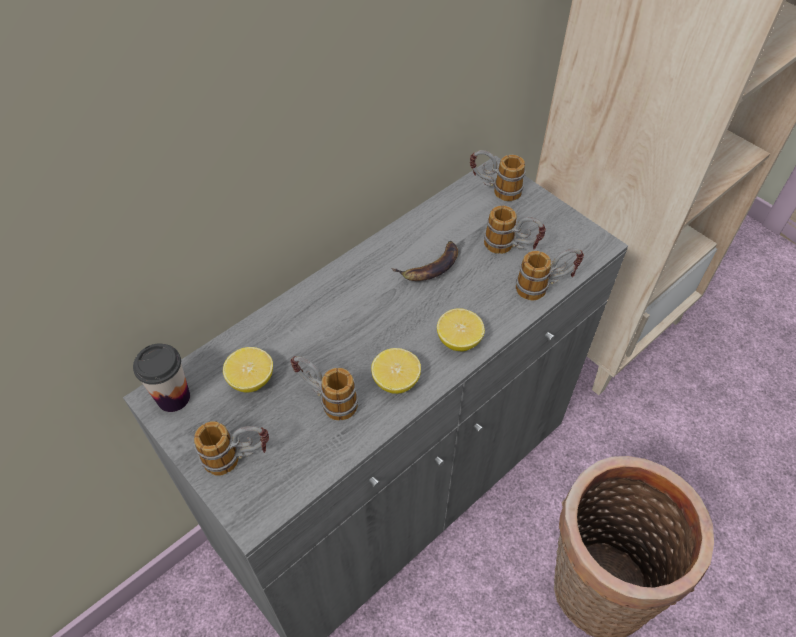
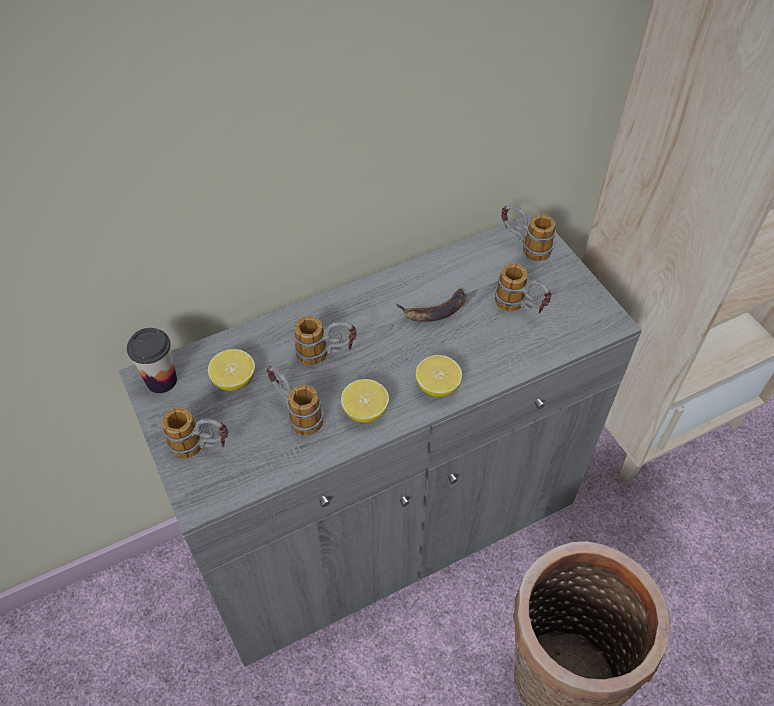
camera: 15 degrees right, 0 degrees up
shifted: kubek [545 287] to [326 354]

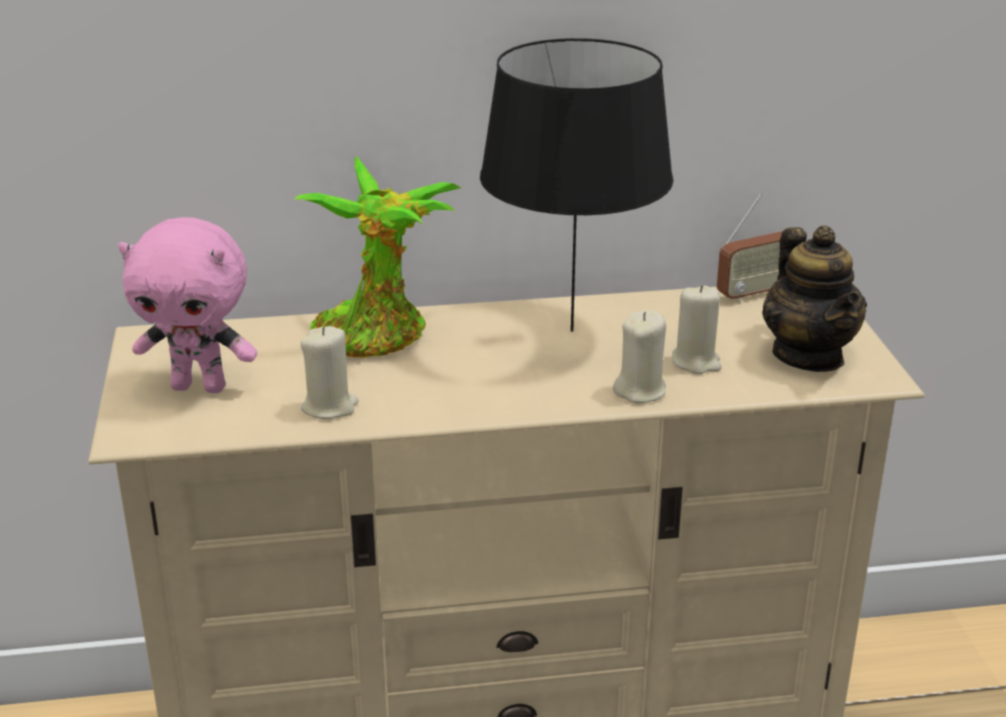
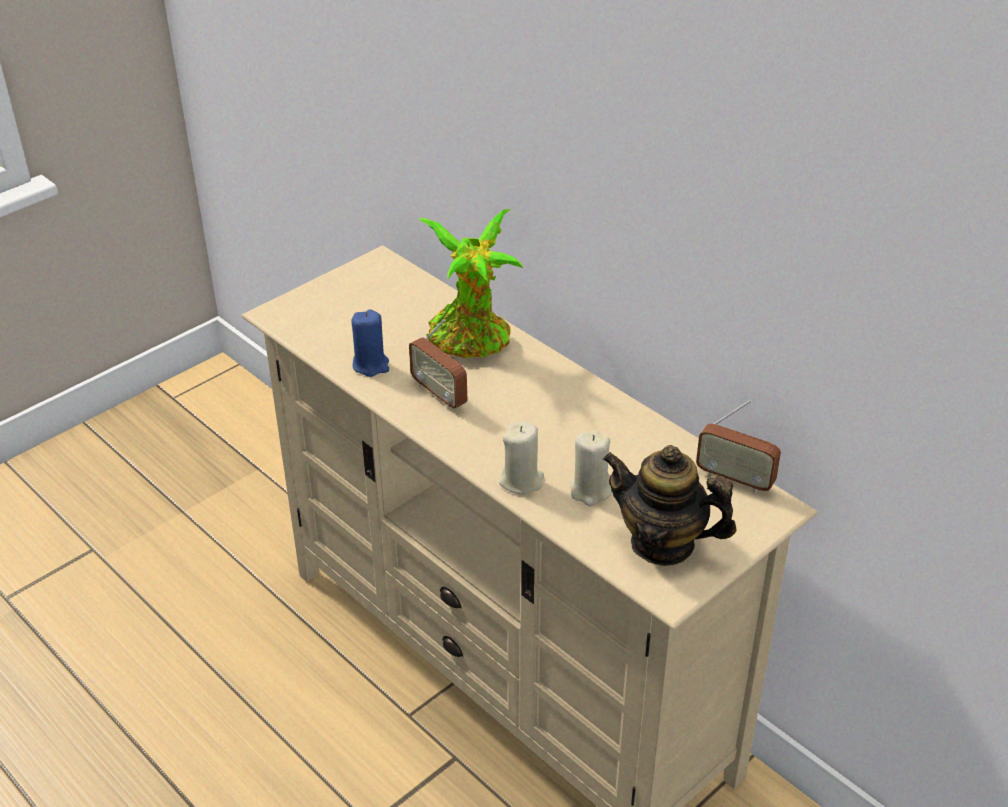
camera: 55 degrees right, 10 degrees up
gone: lampa stołowa/czarny [572 331]; pluszak/różowy [200 386]
new: radio [439 394]
repainted: świeca/beżowy [330 407] to świeca/niebieski [371 365]
rotated: imbryk [808 356] = [663 543] 75 degrees clockwise

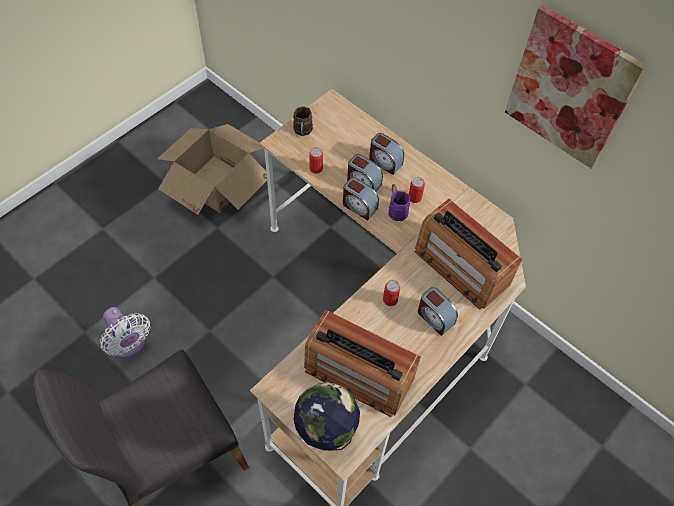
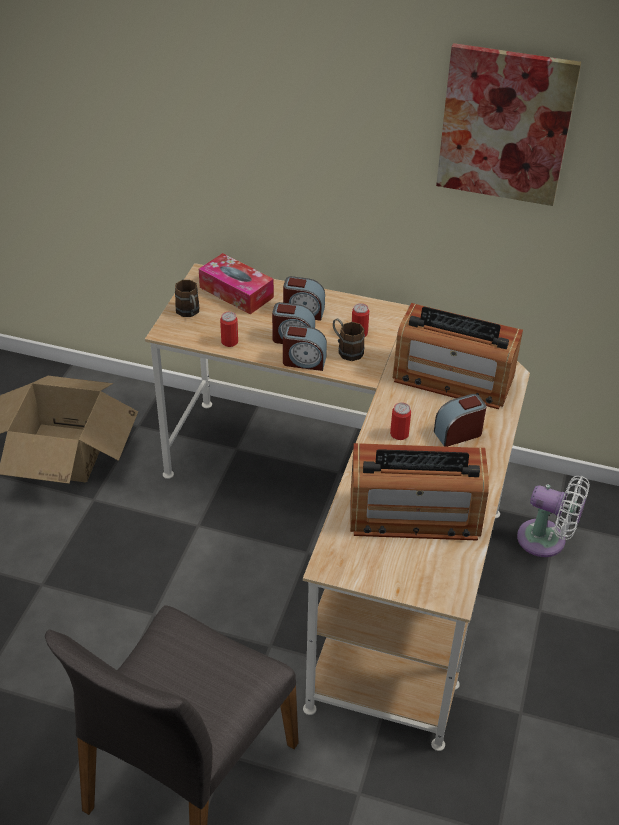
camera: 25 degrees left, 15 degrees down
gone: globus [325 432]
new: pudełko chusteczek [236 292]
shifted: wentylator/biały [129 344] to [546 540]
repainted: kubek/fioletowy [396 209] to kubek/brązowy [346 350]
rotated: budzik [435 318] = [458 433] 135 degrees clockwise

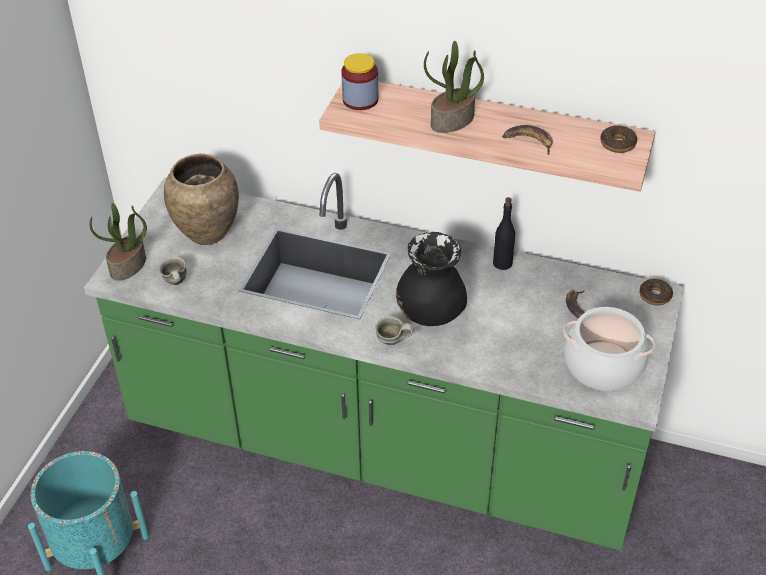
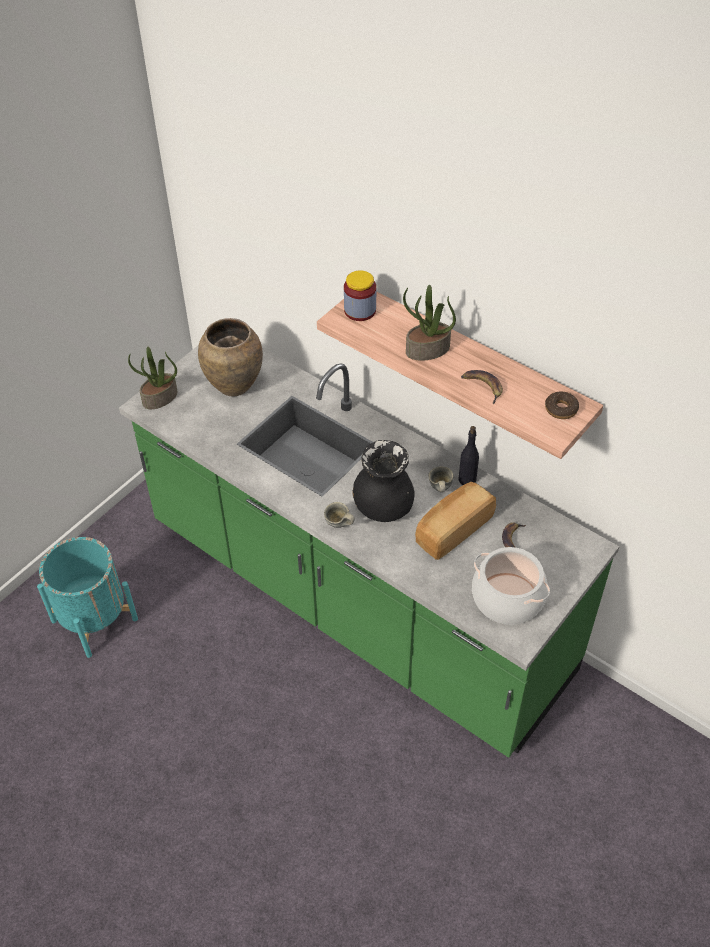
camera: 20 degrees right, 5 degrees up
gone: donut [655 296]
new: chleb [452 530]
shifted: kubek/szary [174 283] to [439 489]

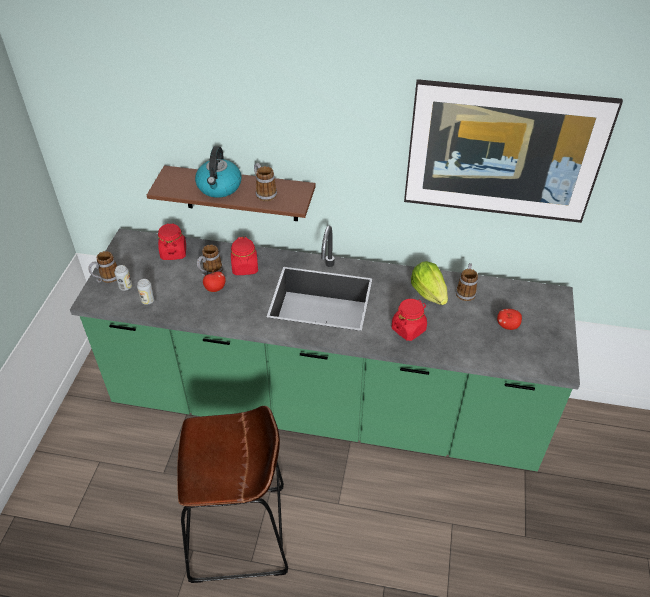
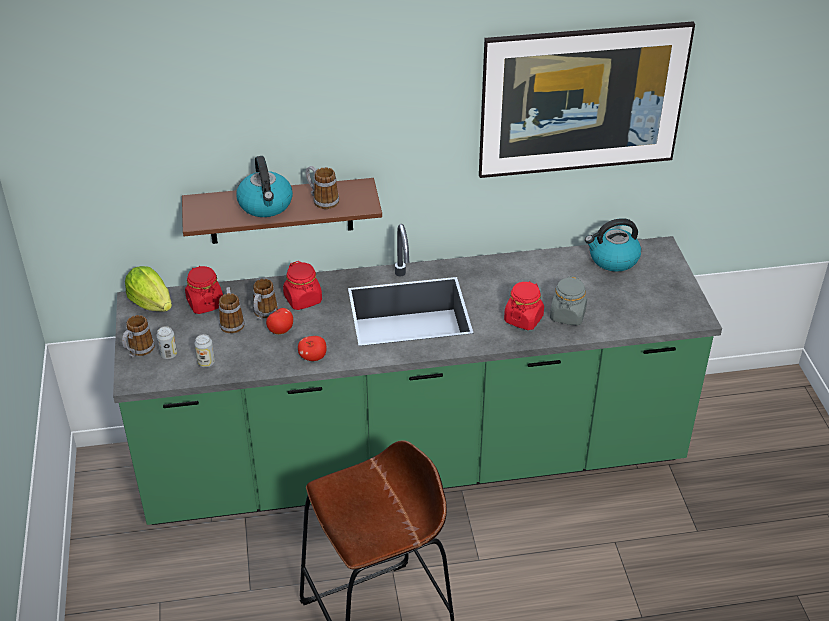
camera: 20 degrees left, 5 degrees down
new: czajnik [612 259]; słoik/szary [567 315]
shifted: sałata [429 293] to [151 303]; kubek [465 291] to [232 322]; jabłko [507 326] to [313 357]

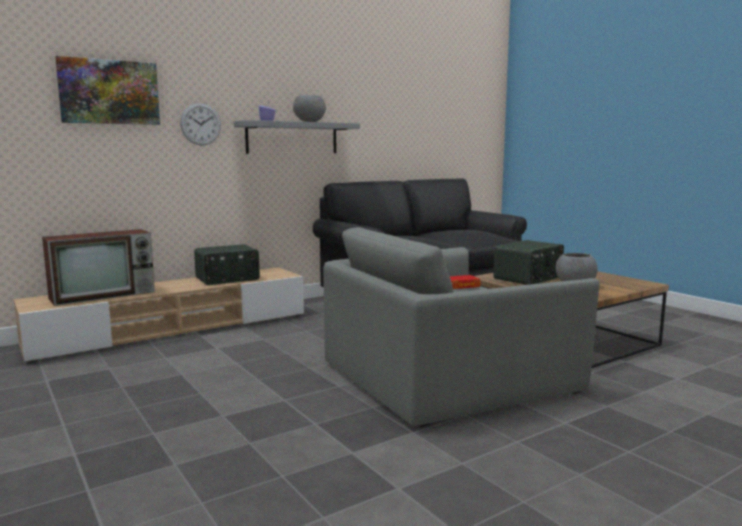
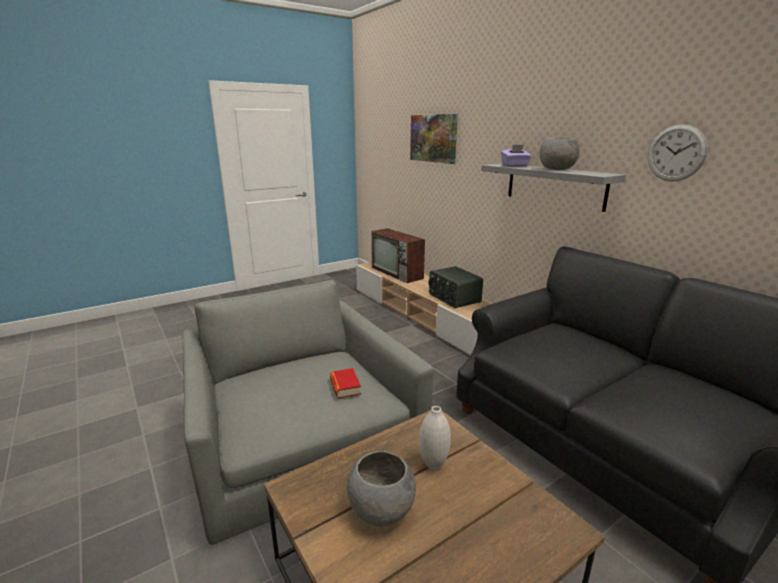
camera: 90 degrees right, 10 degrees up
shifted: zegar ścienny [200 124] to [676 153]
swapped: radio [529 278] to wazon/biały [433 464]

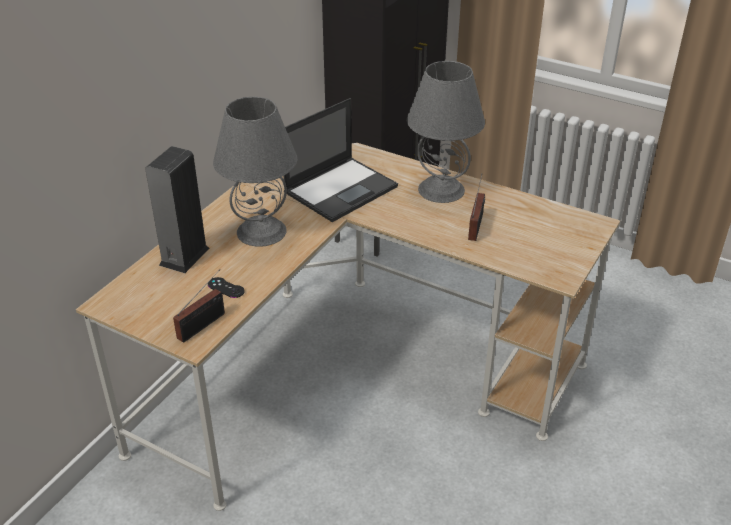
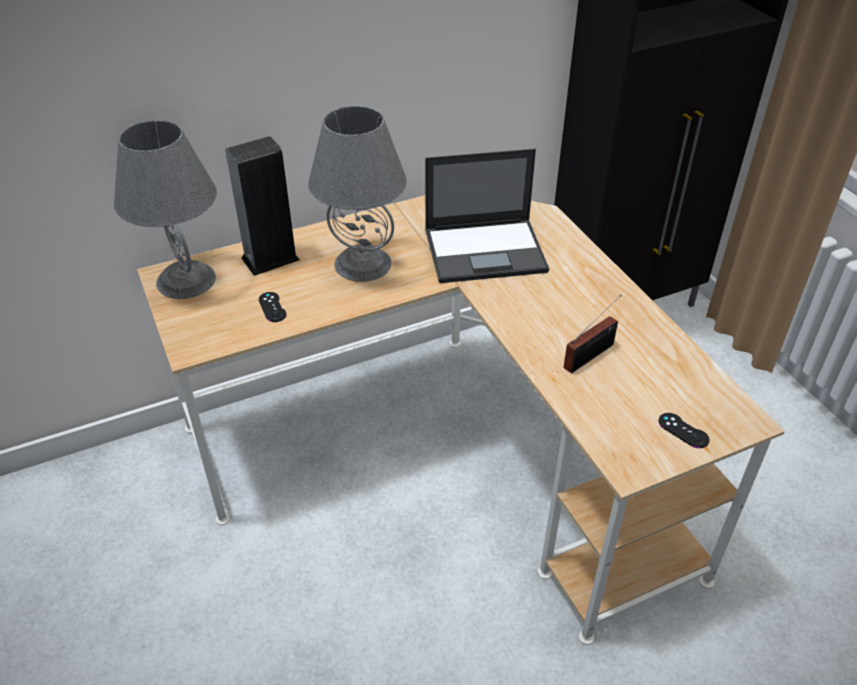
camera: 35 degrees right, 5 degrees up
gone: radio [204 324]
new: pad do gier/czarny [683 430]
shifted: lampa stołowa/szary [440 190] to [185 280]

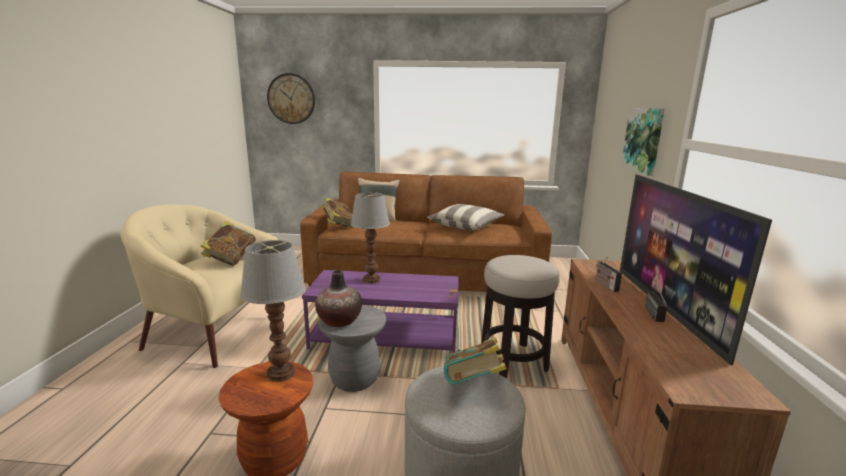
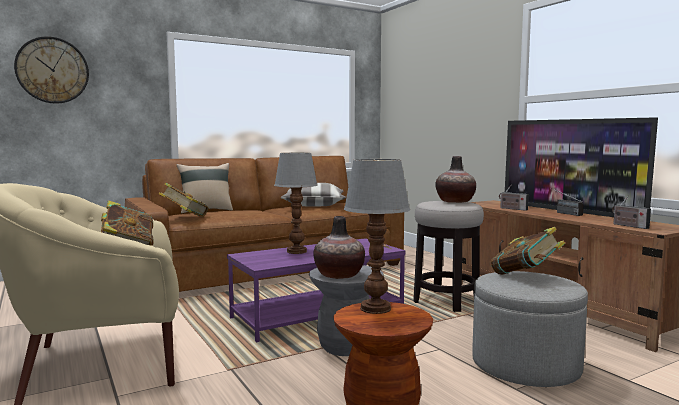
camera: 35 degrees left, 10 degrees down
gone: obraz [644 140]
new: wazon [455 201]; radio [628 226]

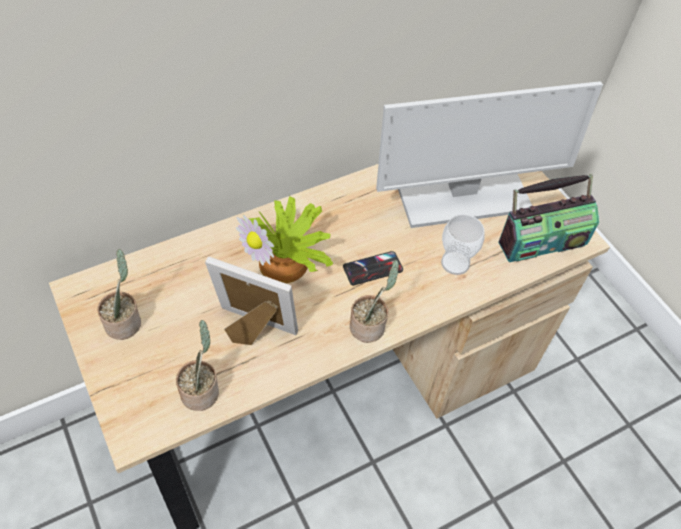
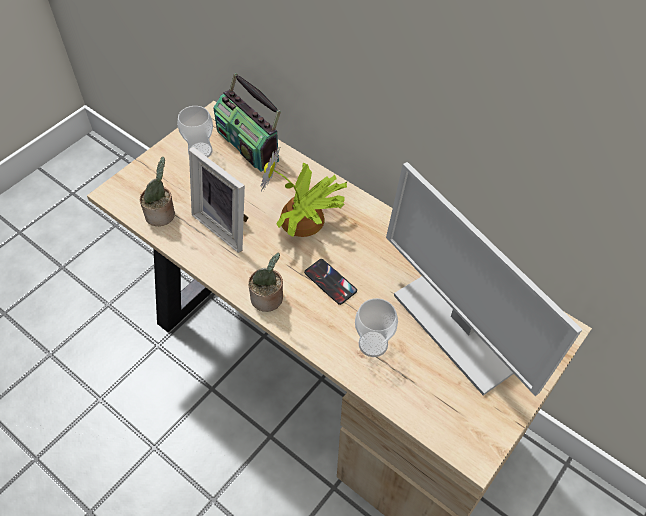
camera: 70 degrees right, 0 degrees up
shifted: radio [541 241] to [249 144]
swapped: roślina doniczkowa [125 322] to filiżanka [200 151]
rotated: ramka na zdjęcie [253 331] = [226 225] 135 degrees clockwise

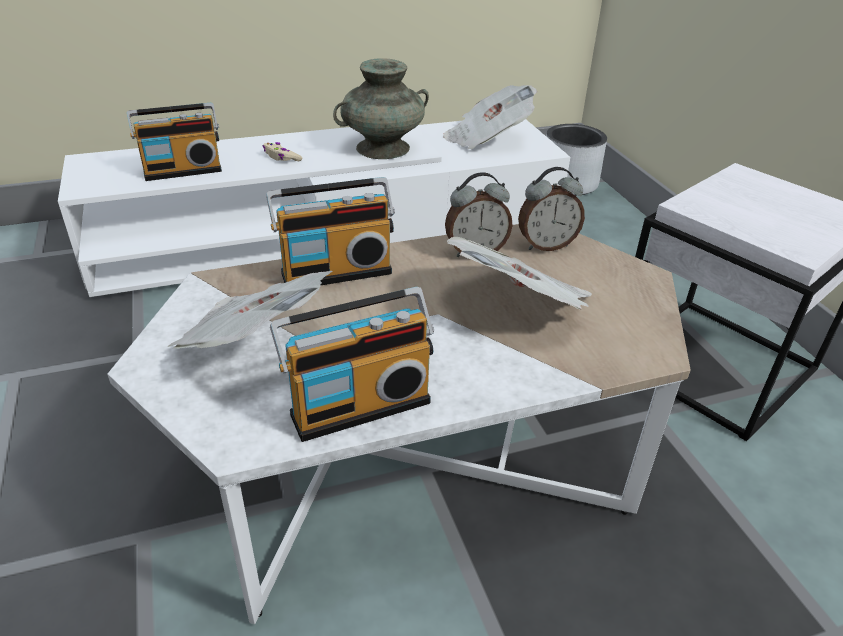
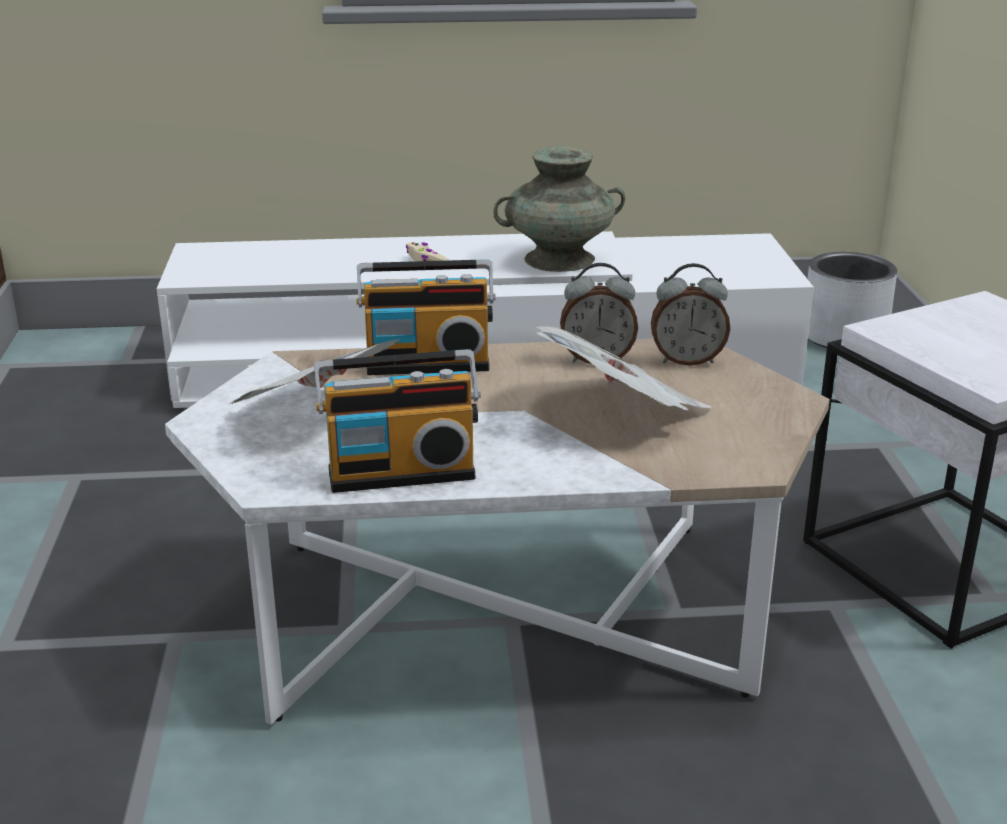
camera: 15 degrees right, 10 degrees down
gone: gazeta [487 139]; radio [183 170]

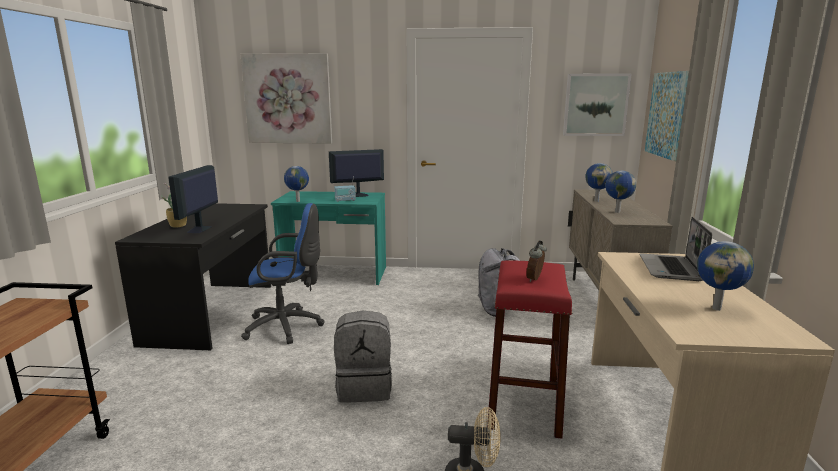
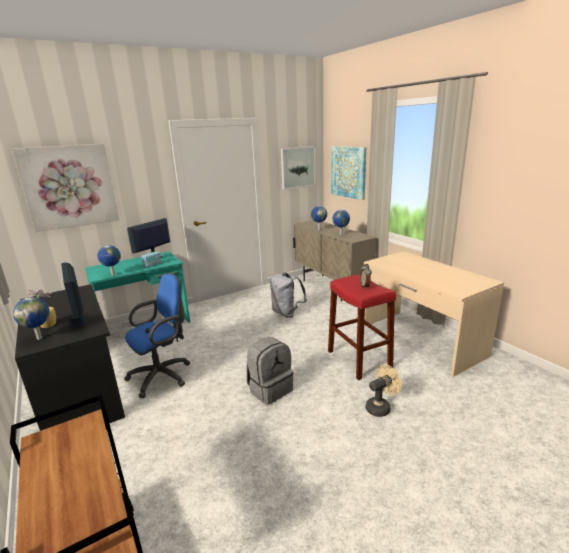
camera: 35 degrees left, 5 degrees up
gone: laptop [671 269]
shifted: globus [717 308] to [40 338]

